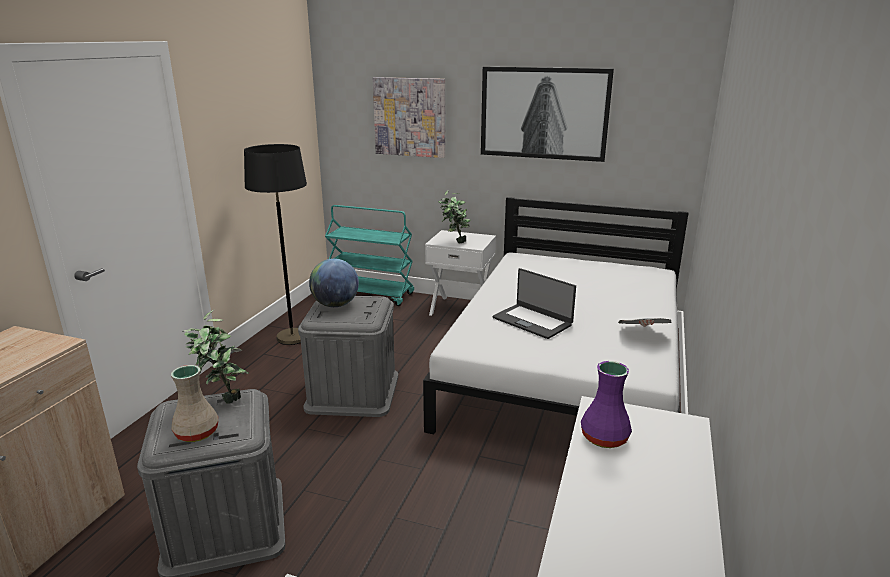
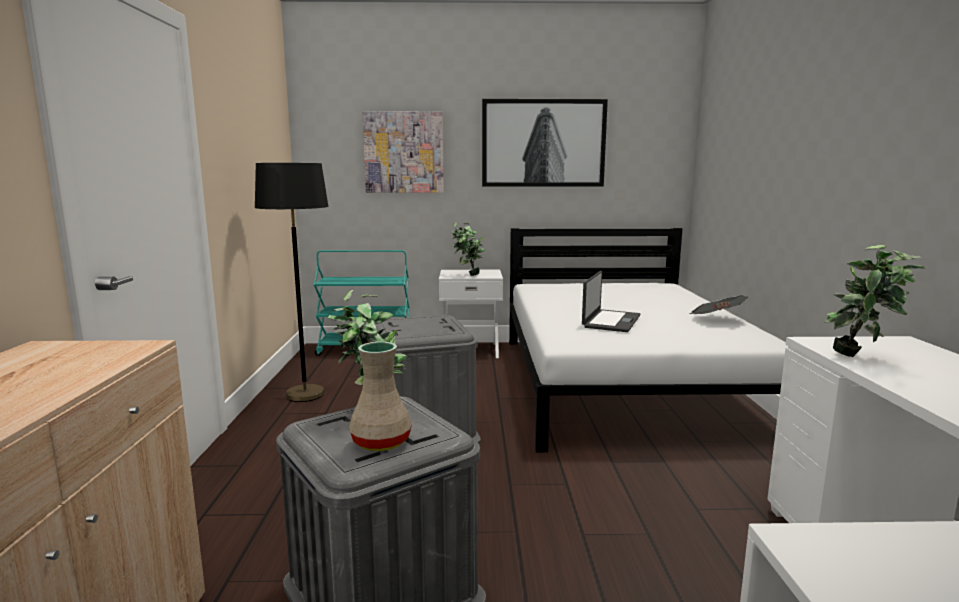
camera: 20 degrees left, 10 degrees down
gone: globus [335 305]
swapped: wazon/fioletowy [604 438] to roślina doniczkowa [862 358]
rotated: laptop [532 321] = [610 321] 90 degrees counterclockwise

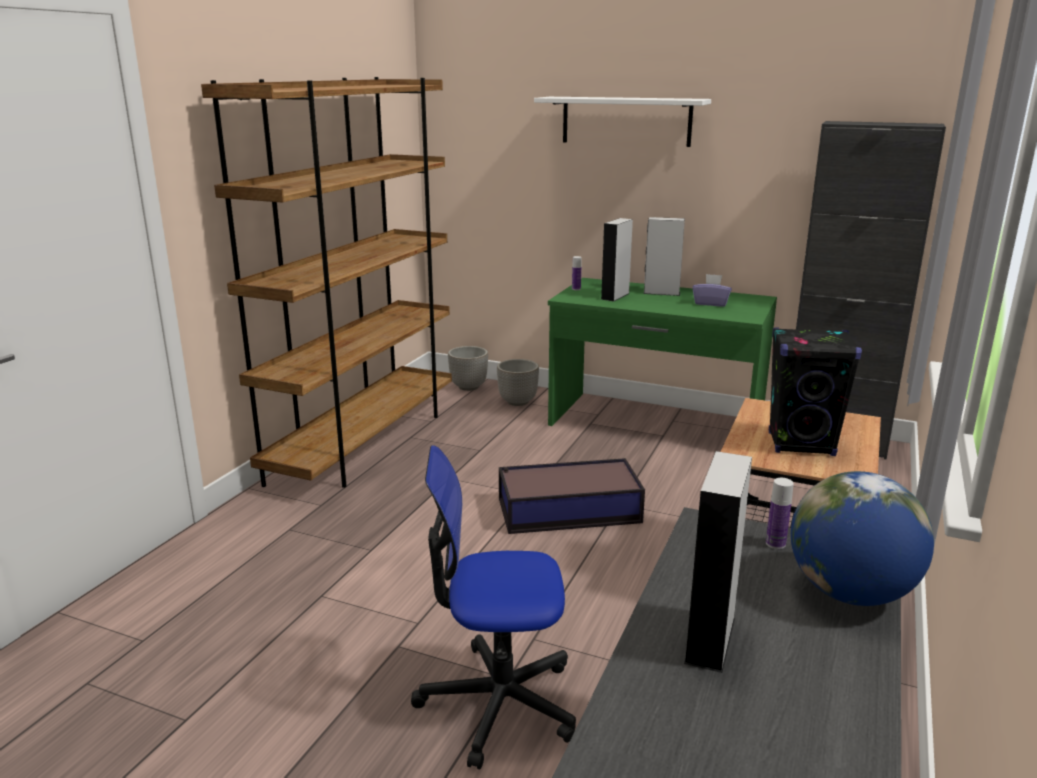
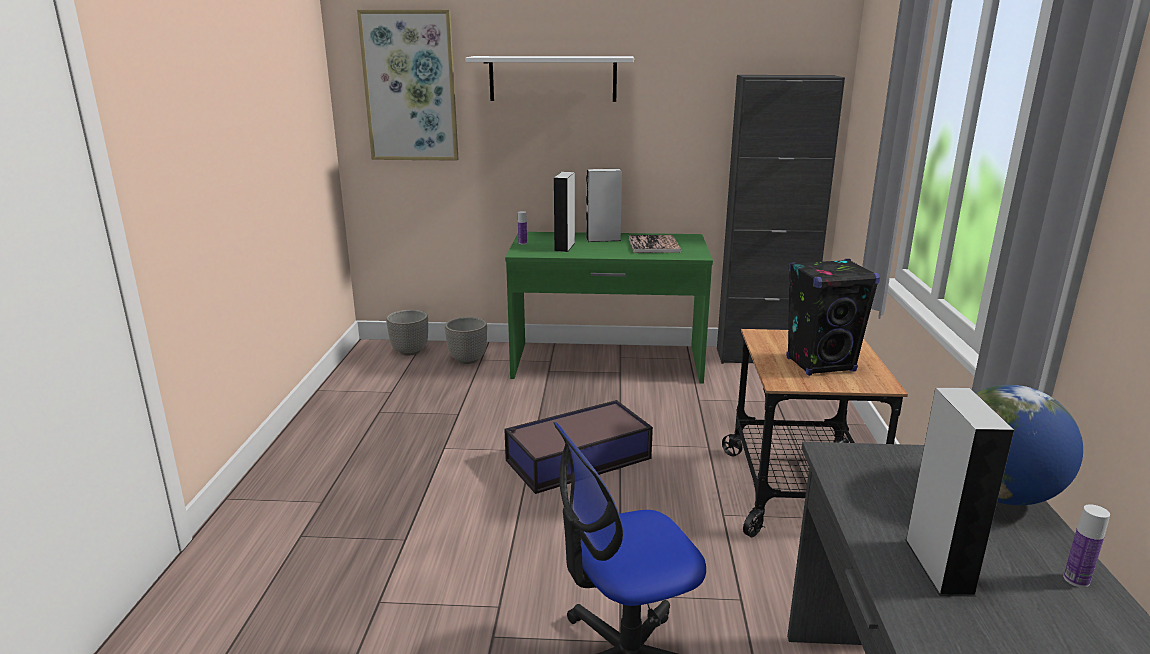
camera: 20 degrees left, 0 degrees up
gone: regał/brązowy [364 442]
new: obraz [410 87]
shifted: butelka [775 544] to [1076 580]
swapped: pudełko chusteczek/fioletowy [711 303] to książka [654 245]

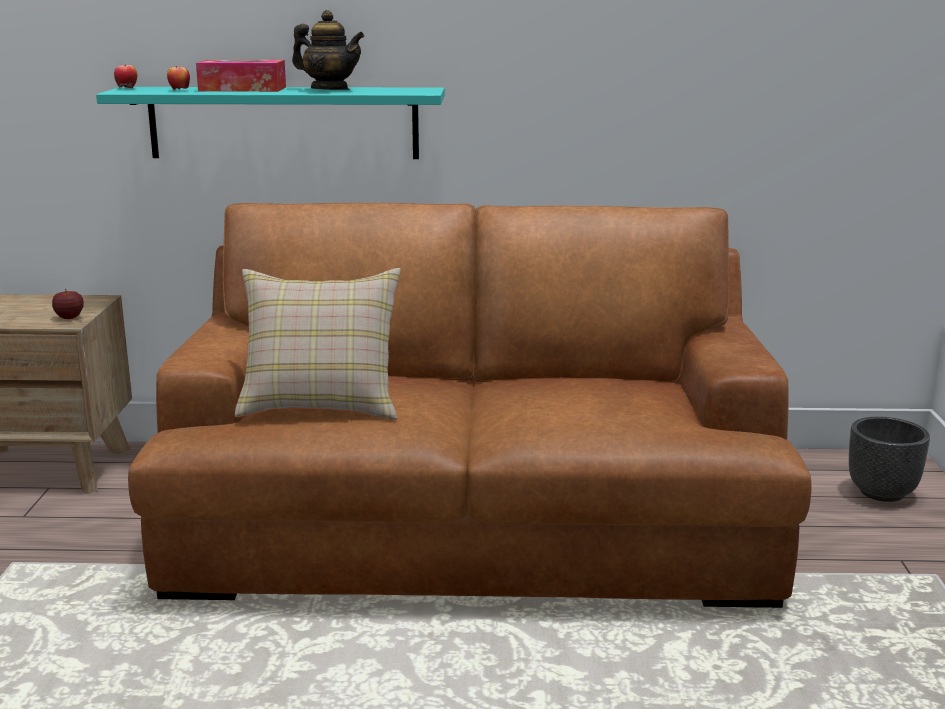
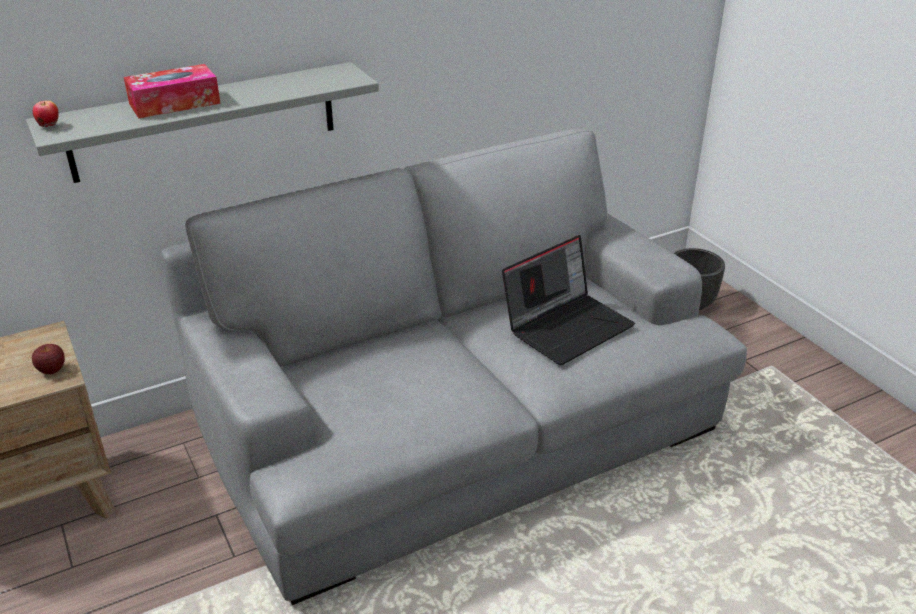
camera: 30 degrees left, 15 degrees up
gone: imbryk [330 89]; jabłko [179 91]; poduszka/beżowy [321 404]
new: laptop [567 326]
repainted: półka/turkusowy [283 123] to półka/szary [205 121]; kanapa/brązowy [472 520] to kanapa/szary [457 425]

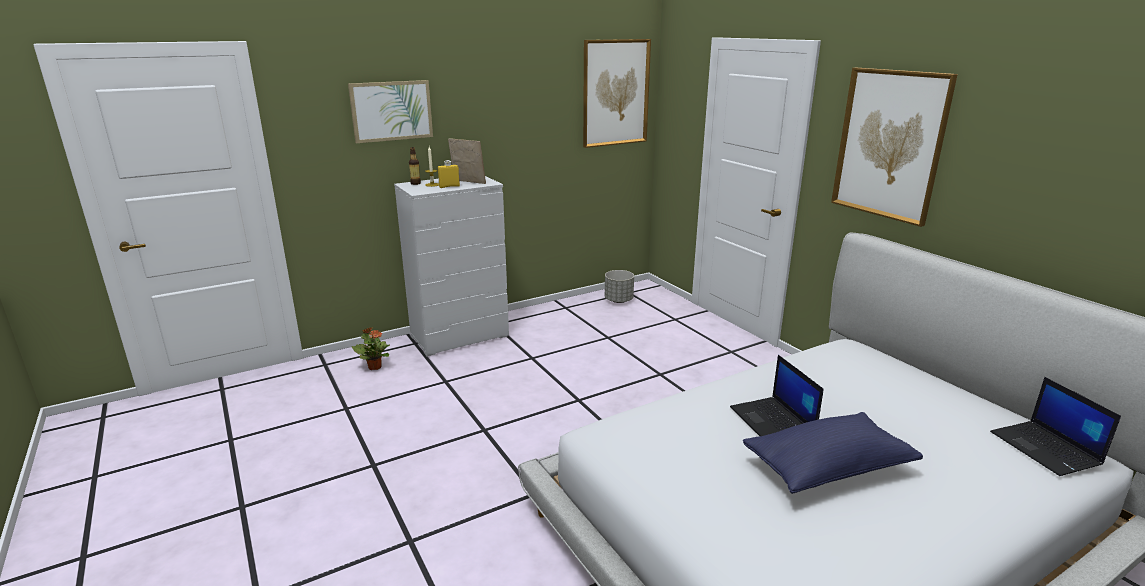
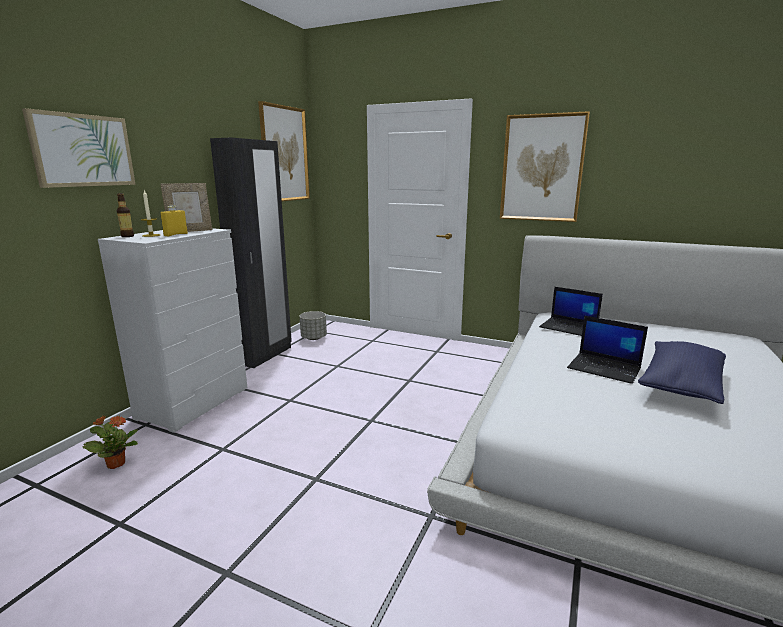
camera: 35 degrees left, 5 degrees down
new: szafa/czarny [265 355]
shifted: laptop [1046 449] to [569 327]
rotated: ramka na zdjęcie [468 182] = [190 231] 150 degrees clockwise

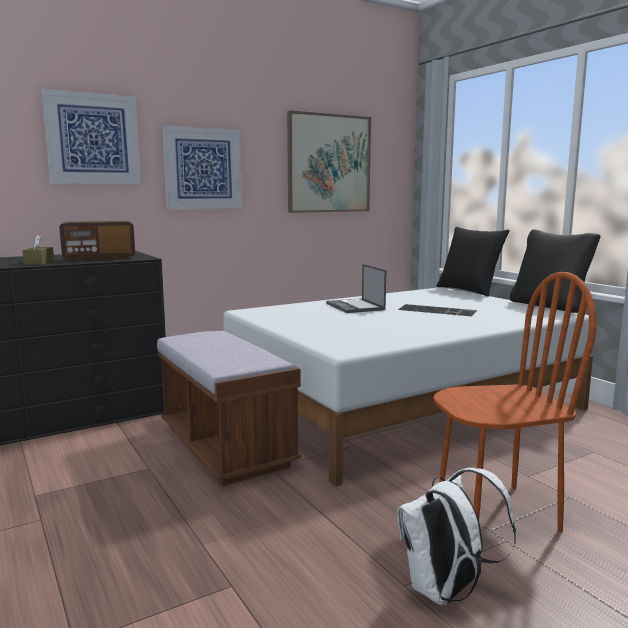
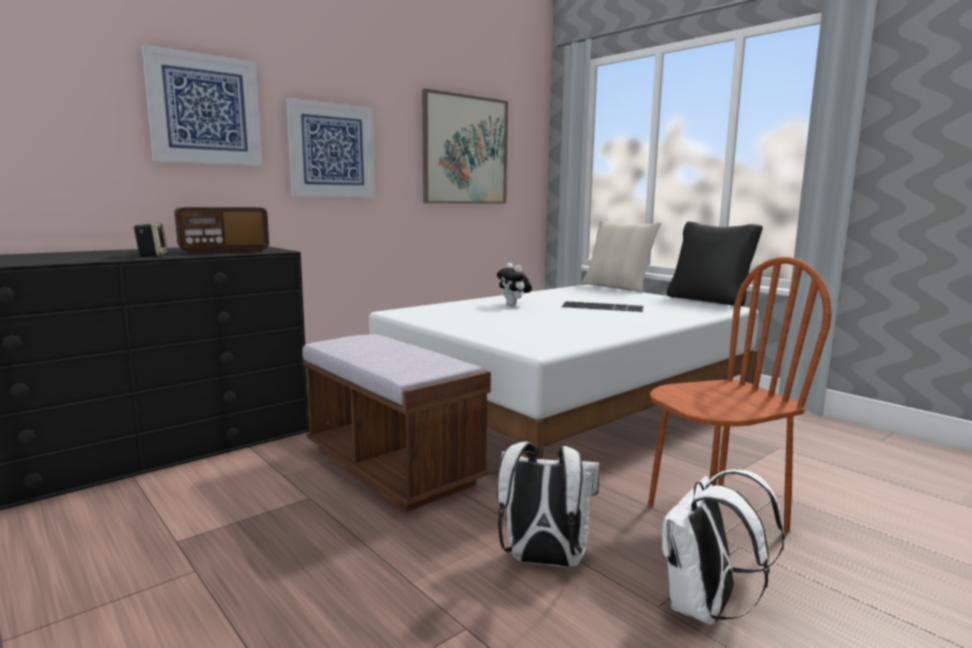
camera: 10 degrees left, 0 degrees up
new: plecak/biały [543 561]
swapped: pudełko chusteczek/brązowy [39 262] to głośnik [152 255]; laptop [355 306] to pluszak [514 305]
repainted: poduszka/czarny [469 290] to poduszka/beżowy [618 287]

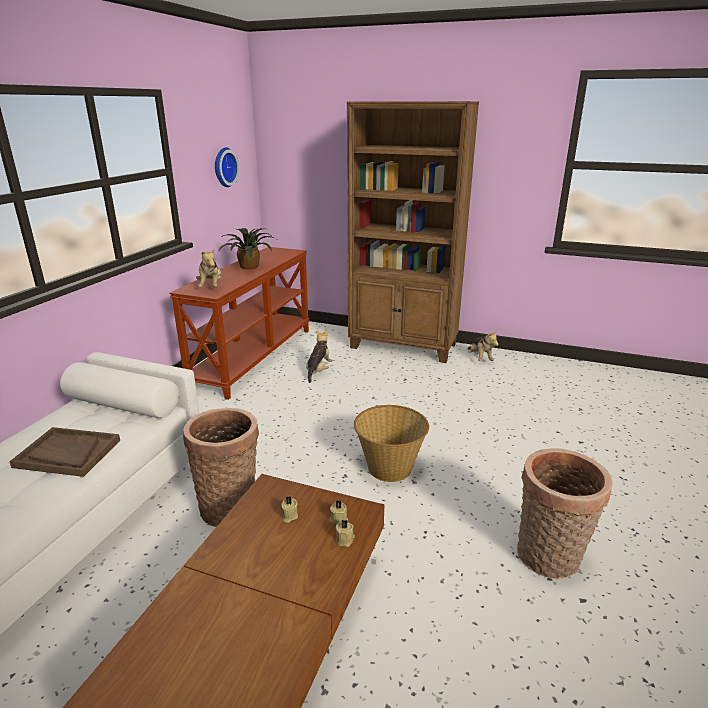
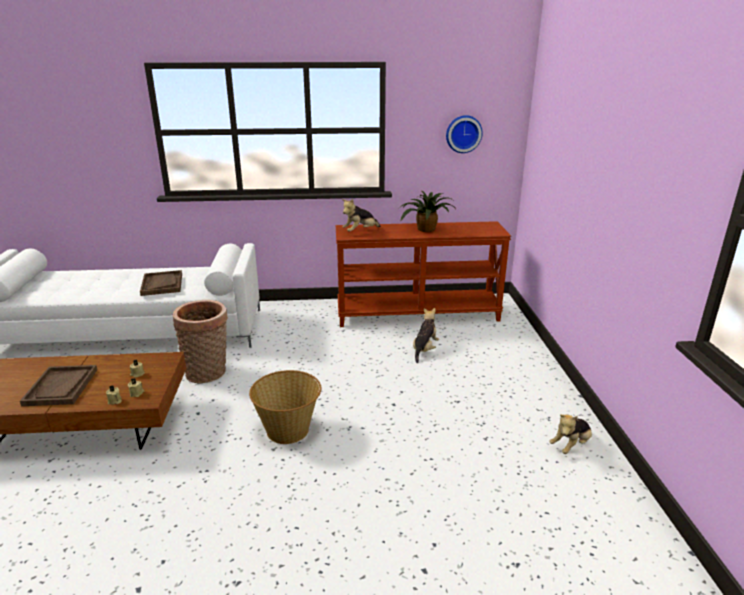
camera: 65 degrees right, 0 degrees up
gone: regał/brązowy [404 346]; koszyk [549 559]
new: taca/brązowy [61 387]
rotated: pluszak [318 371] = [424 350] 60 degrees counterclockwise

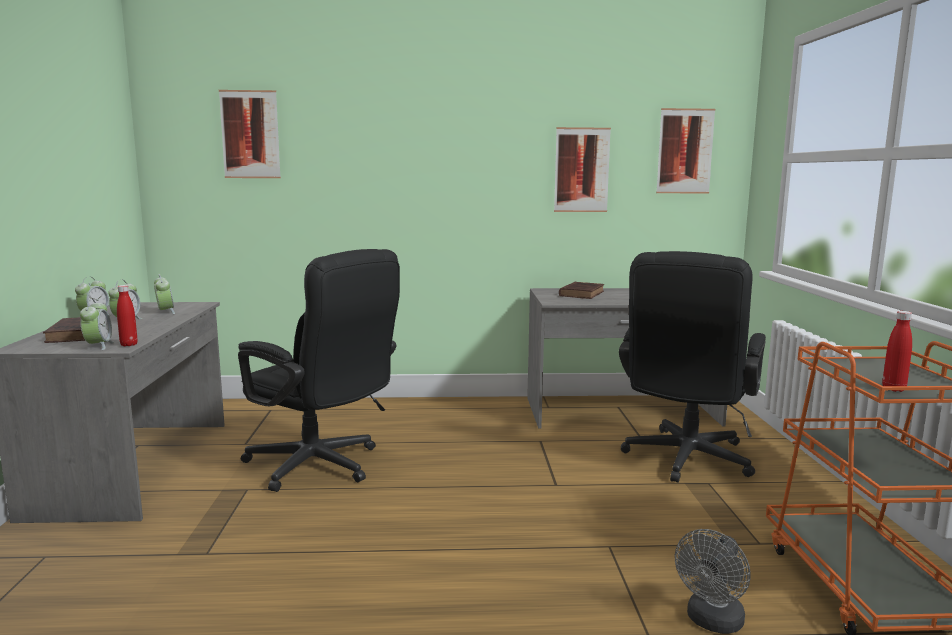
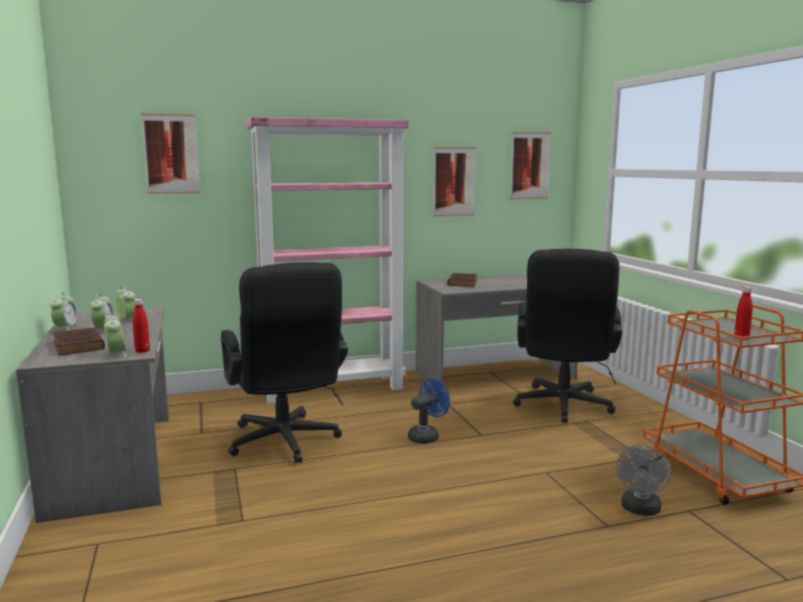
camera: 15 degrees left, 0 degrees up
new: regał/różowy [333 388]; wentylator/niebieski [427 436]
rotated: krzesło biurowe/czarny [321 467] = [285 443] 45 degrees clockwise

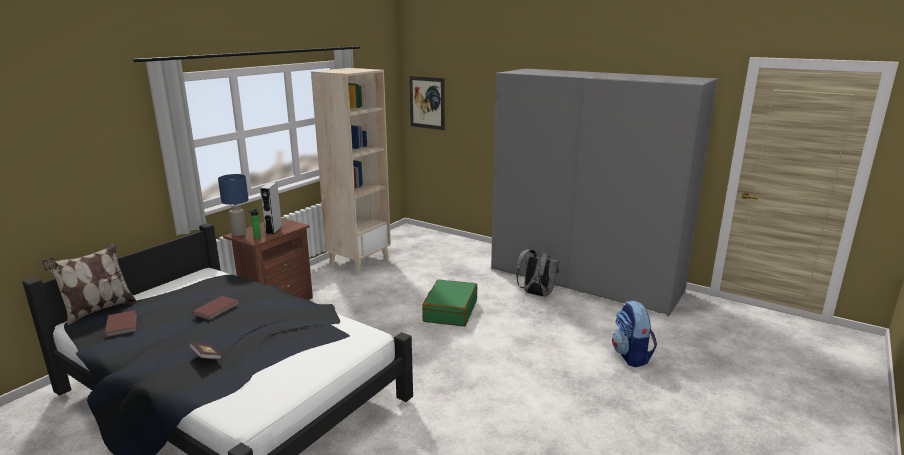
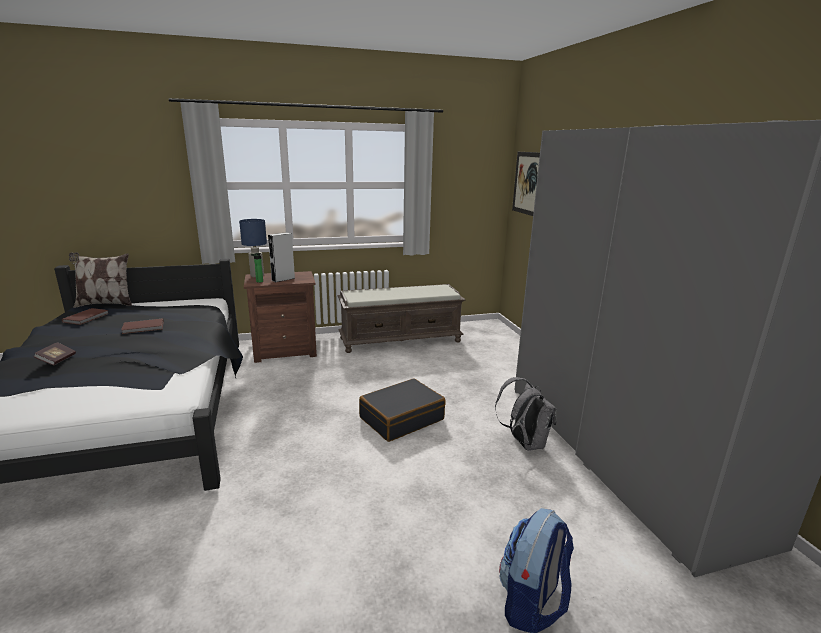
camera: 40 degrees right, 0 degrees up
swapped: regał/beżowy [359 262] to ławka/brązowy [401 339]
repainted: walizka/zielony [450 311] to walizka/czarny [401 418]

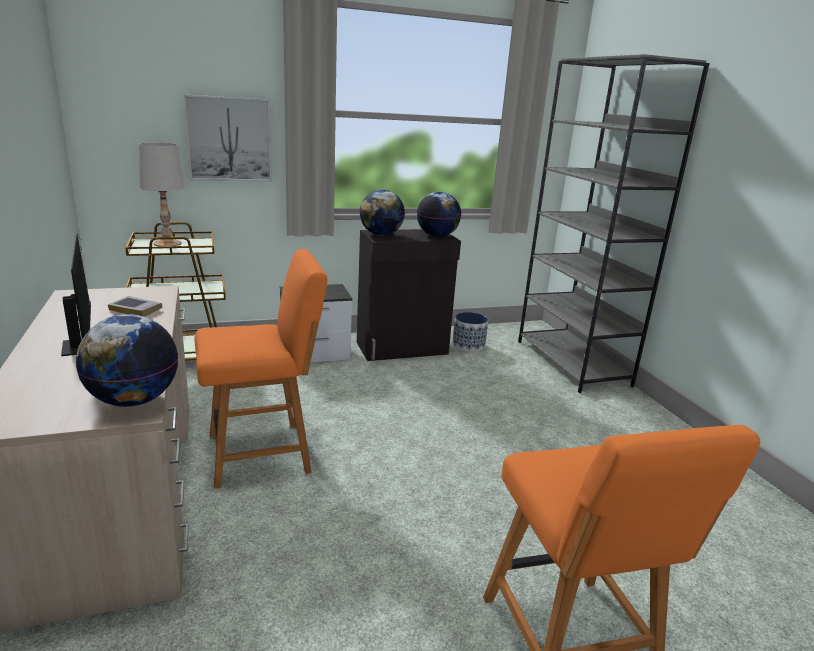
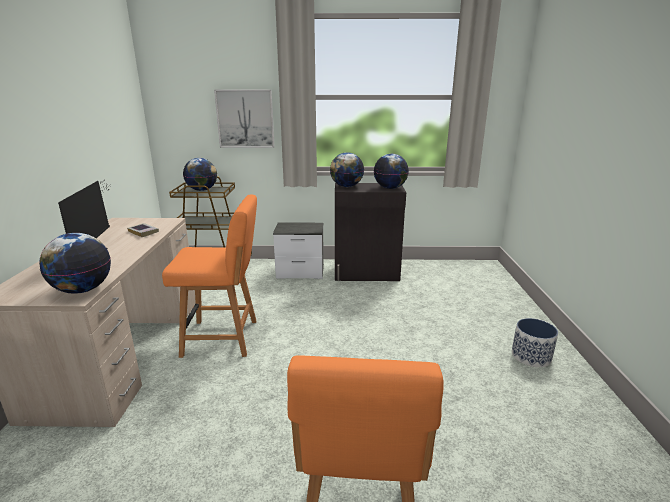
camera: 20 degrees right, 0 degrees up
gone: regał/szary [573 363]
shifted: donica [468 345] to [531 356]
swapped: lampa stołowa/biały [168 243] to globus [202 190]

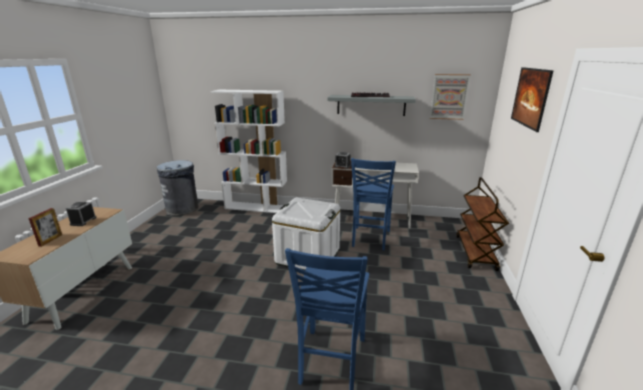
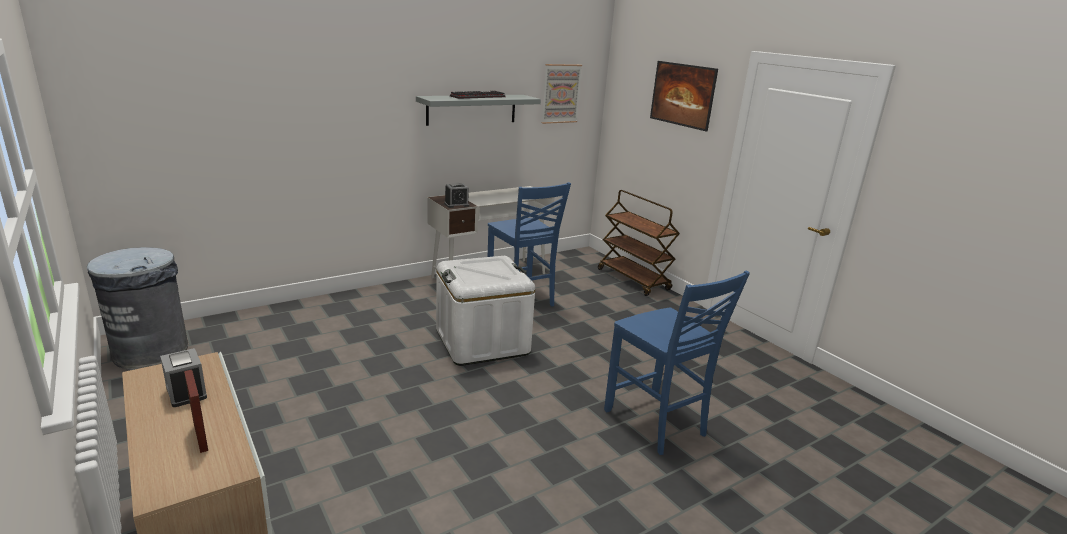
camera: 45 degrees left, 0 degrees up
gone: regał/biały [257 207]

